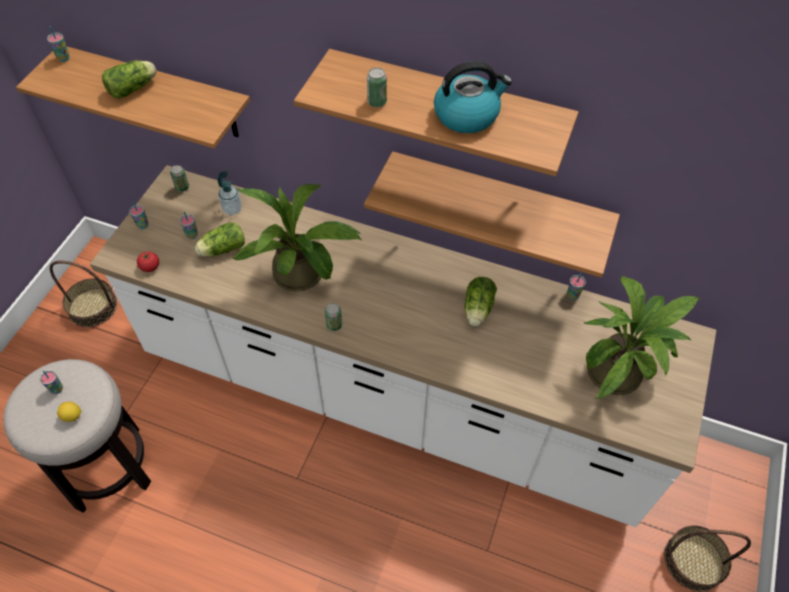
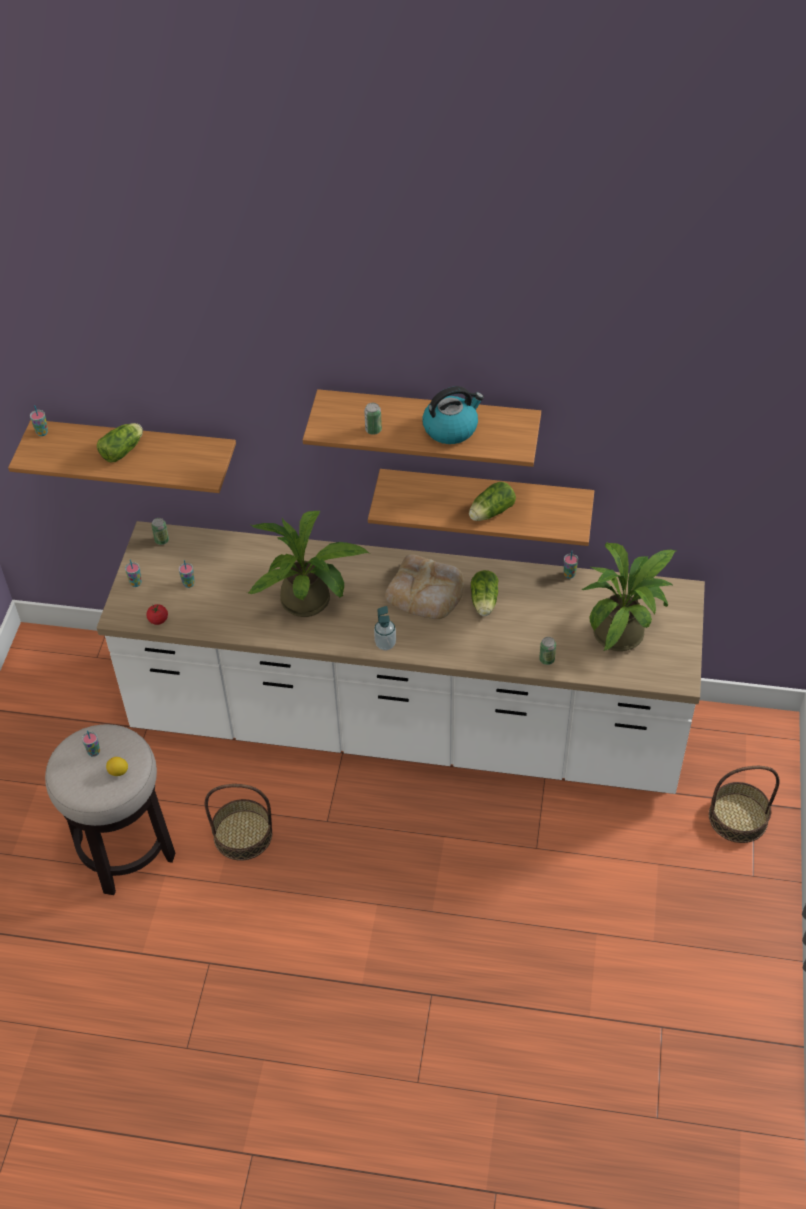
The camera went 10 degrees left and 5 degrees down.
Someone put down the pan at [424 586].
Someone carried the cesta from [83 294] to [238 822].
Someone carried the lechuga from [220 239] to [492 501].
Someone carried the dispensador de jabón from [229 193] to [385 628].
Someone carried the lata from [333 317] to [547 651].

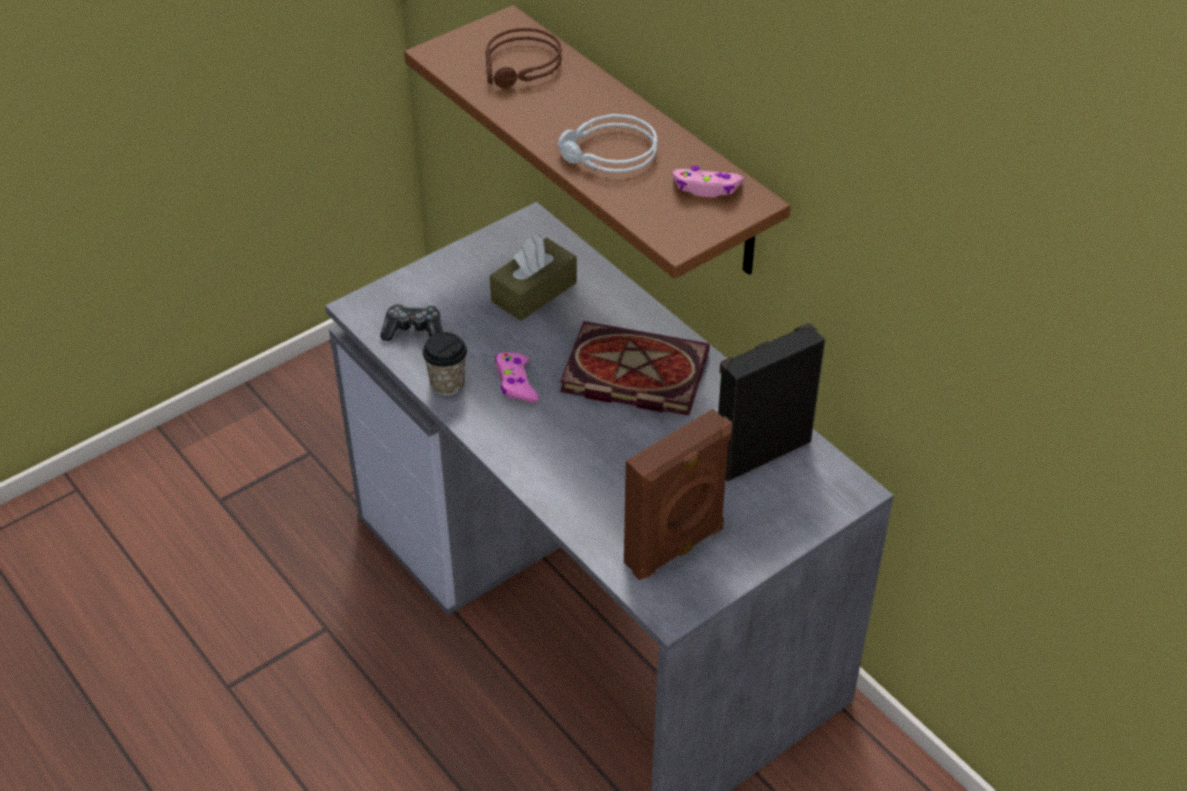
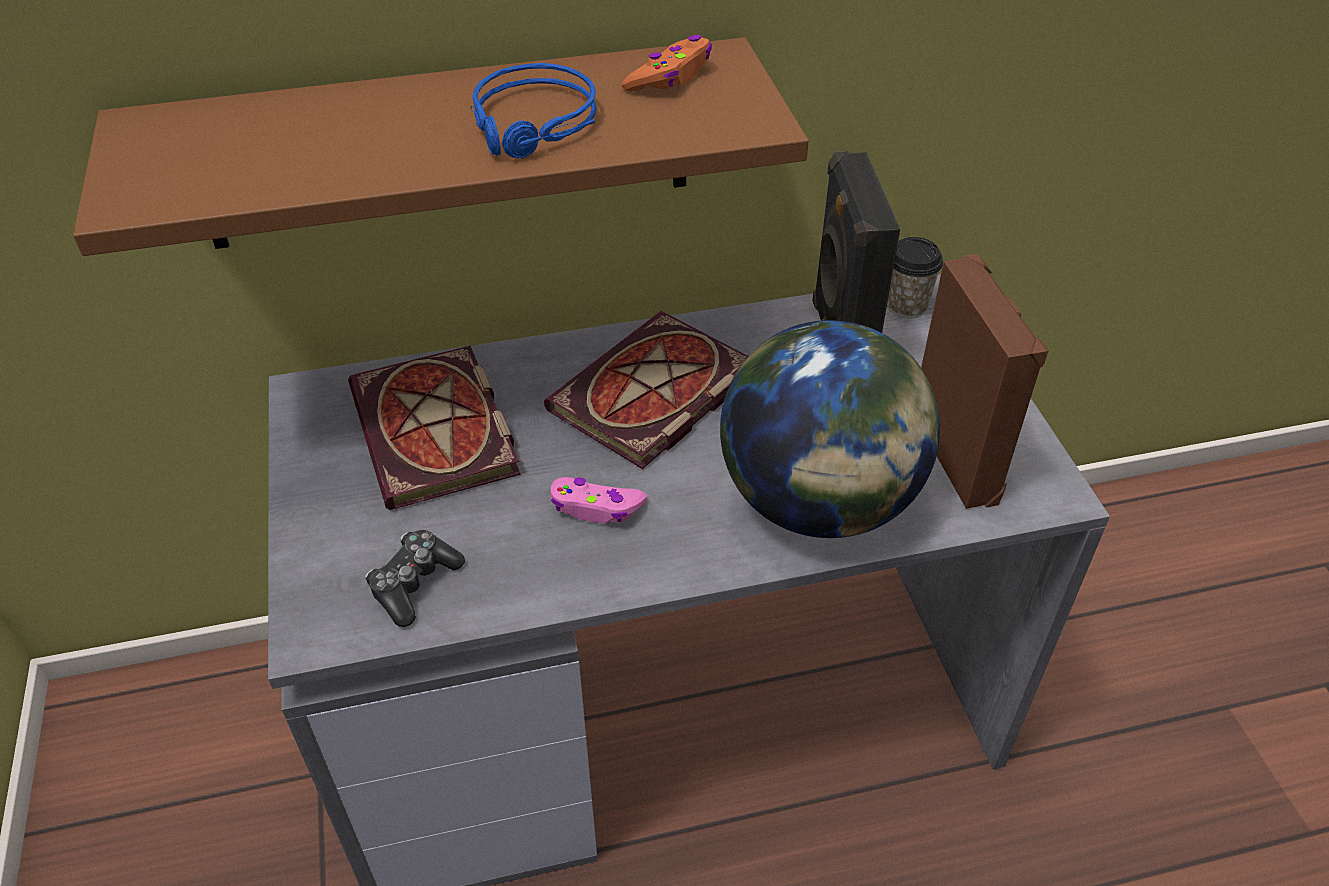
The camera went 65 degrees left and 0 degrees up.
Someone took away the auriculares/marrón at [523 58].
Someone put down the globo terráqueo at [830 429].
Someone carried the taza from [444 364] to [915 277].
Someone swapped the caja de pañuelos/marrón at [533 278] for the libro at [434 428].
Someone repainted the auriculares/gris at [607 143], which became the auriculares/azul at [534 111].
Someone repainted the mando de consola/rosa at [708 181], which became the mando de consola/naranja at [667 63].

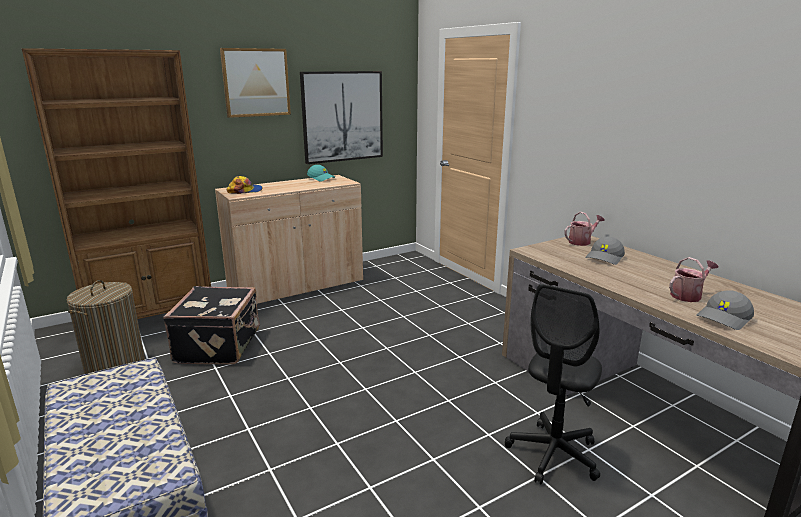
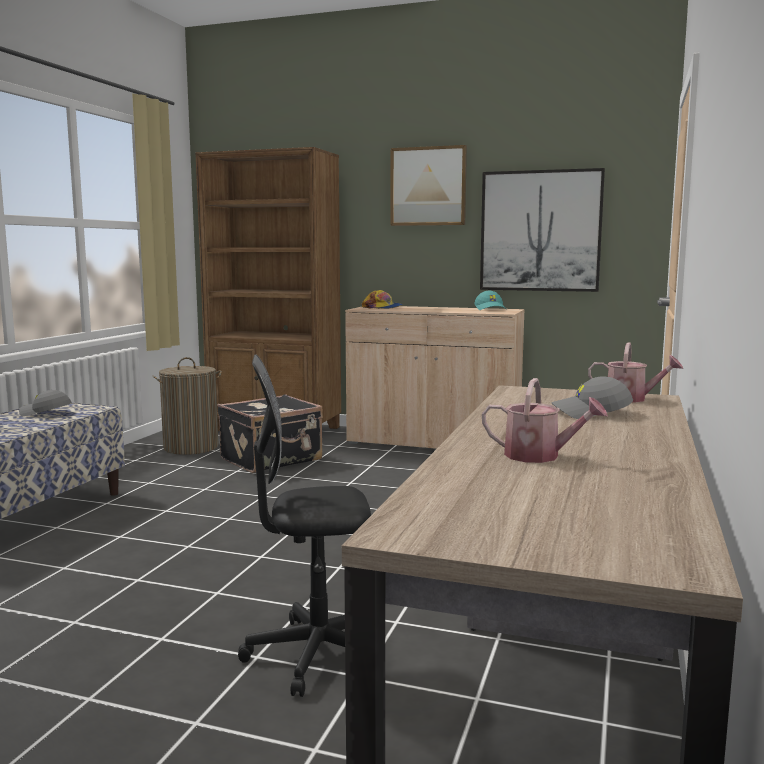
The camera went 50 degrees right and 10 degrees down.
Someone carried the gorra/gris from [725 310] to [45 403].

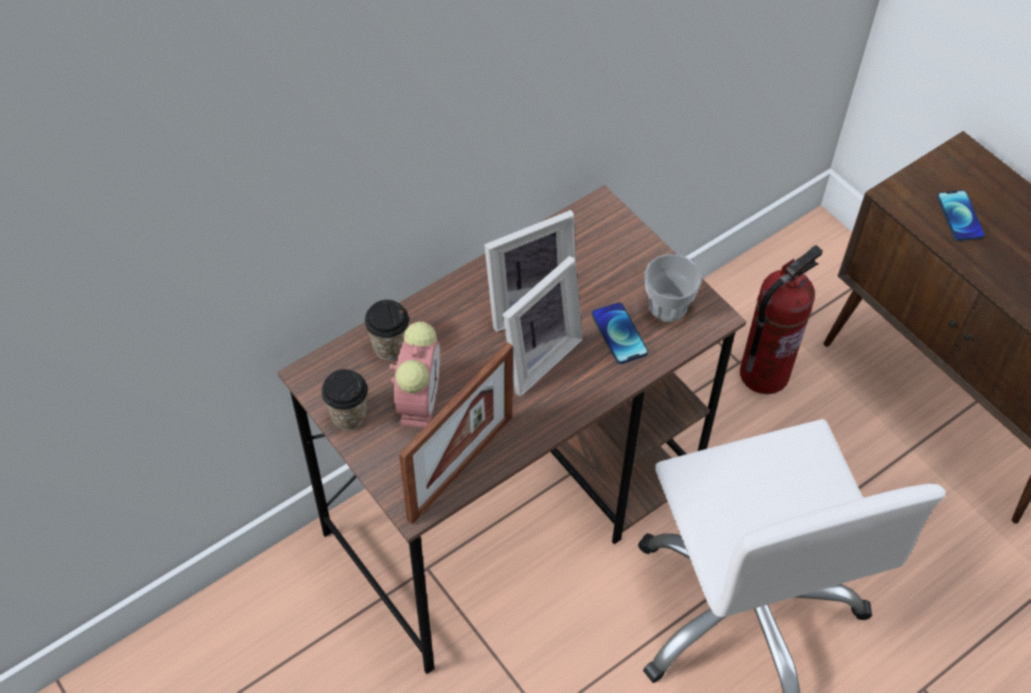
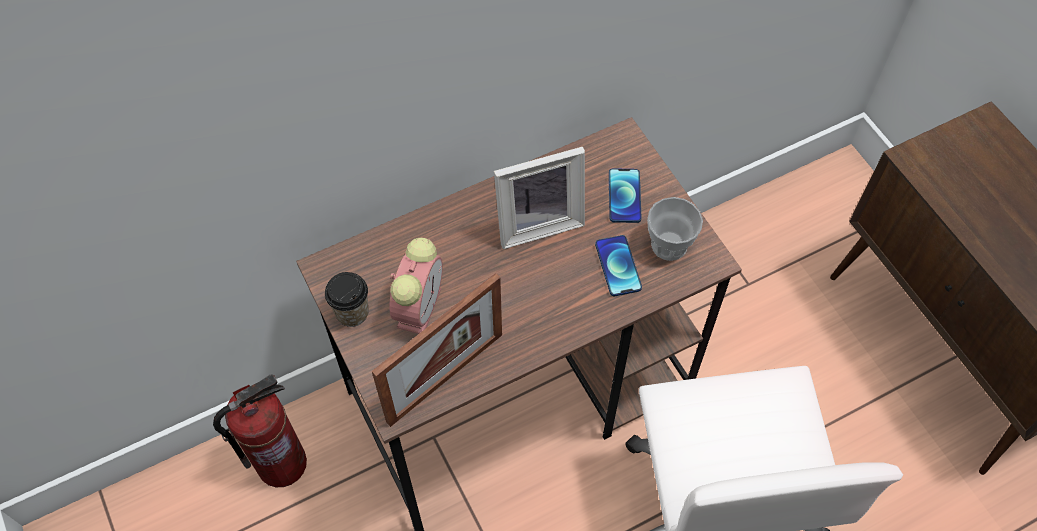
The camera went 10 degrees right and 5 degrees up.
Someone took away the taza at [386 330].
Someone took away the portarretratos at [543 326].
Someone carried the extintor from [781 319] to [260 430].
Someone carried the móvil from [961 215] to [625 195].

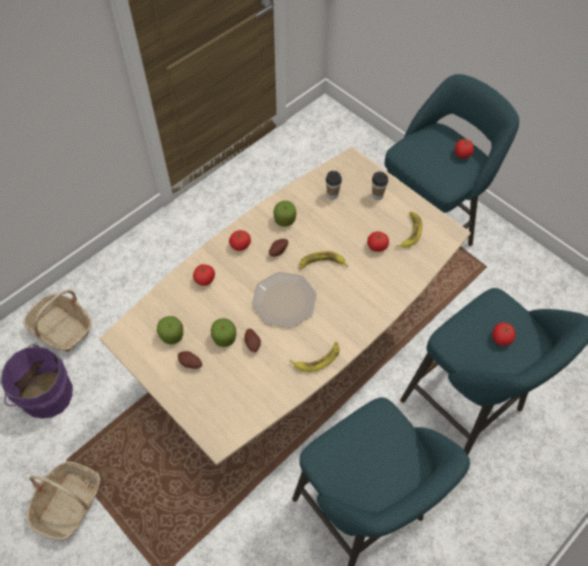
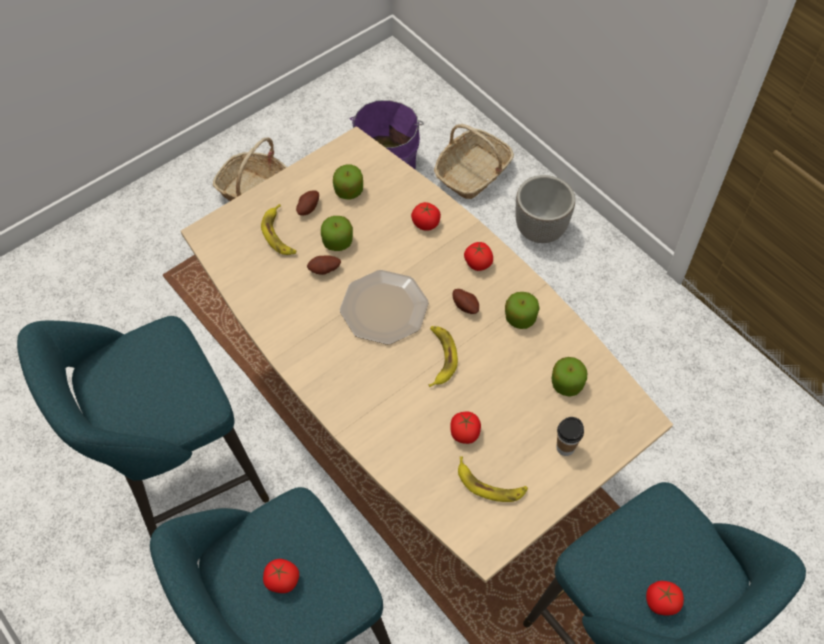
The camera went 95 degrees right and 0 degrees up.
Someone put down the maceta at [545 209].
Someone carried the plátano from [314 357] to [278 229].
Someone swapped the taza at [334 185] for the manzana at [569 377].

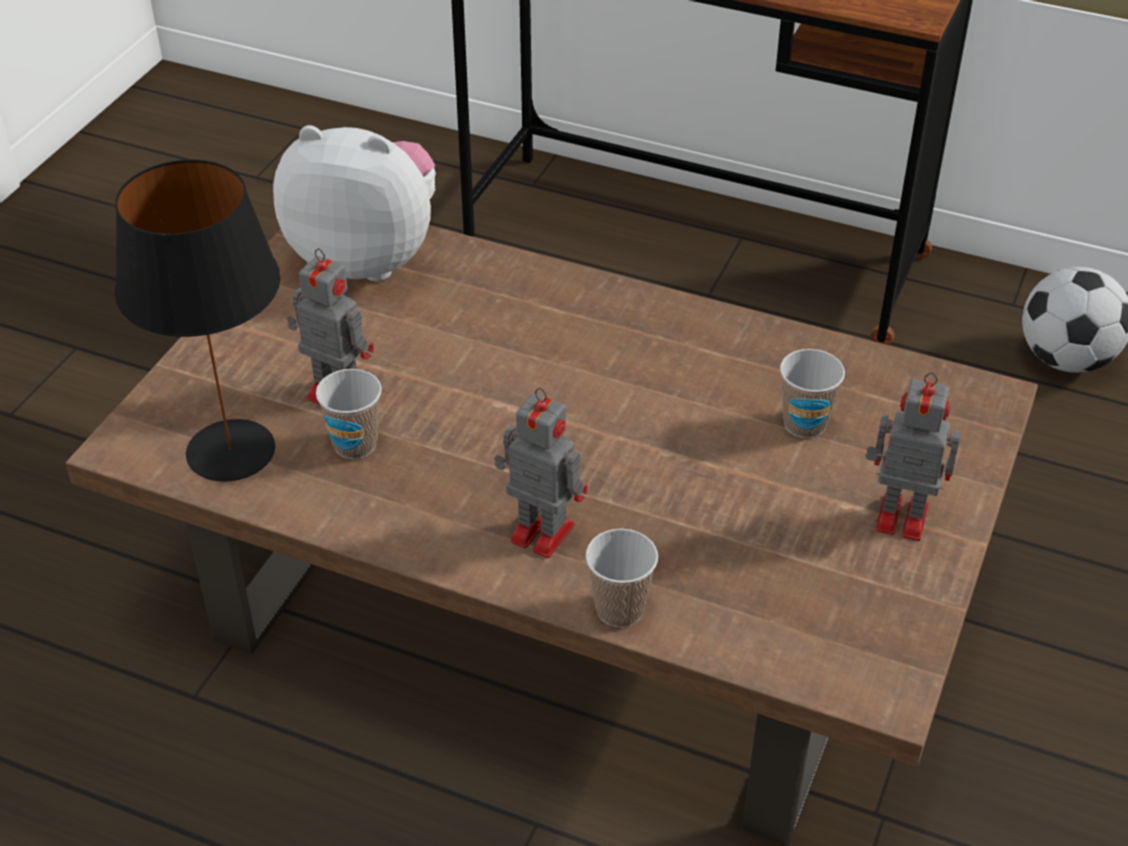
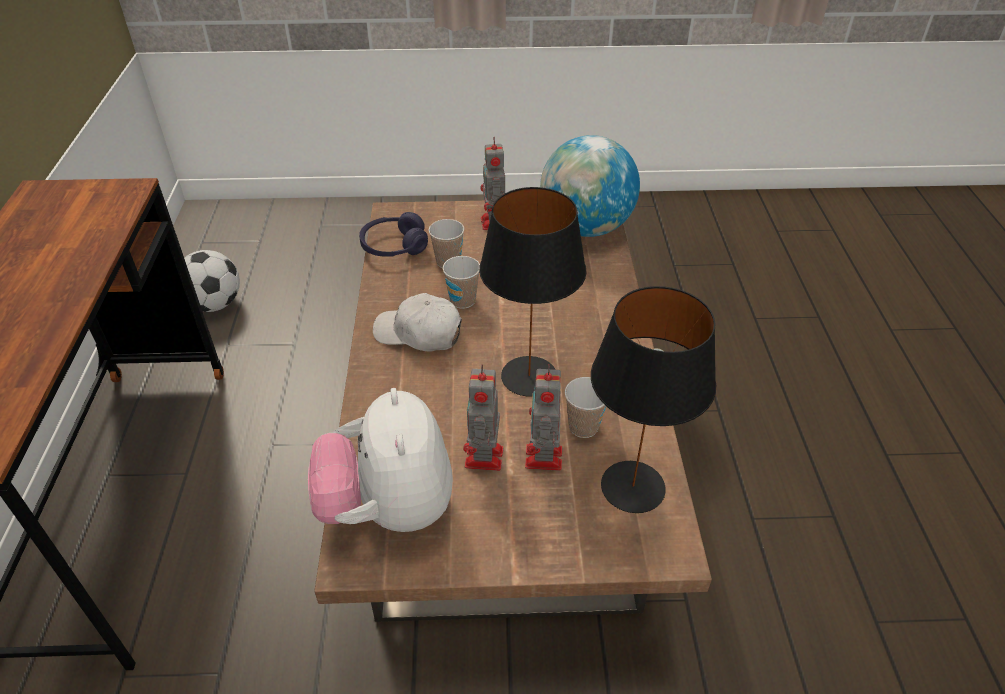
The camera went 115 degrees left and 0 degrees up.
Someone put down the auriculares/morado at [393 234].
Someone put down the gorra/blanco at [417 322].
Someone put down the lámpara de mesa/negro at [533 292].
Someone put down the globo terráqueo at [590 186].
Someone carried the robot de juguete from [541 473] to [483 417].
Someone carried the taza from [621 578] to [461 282].

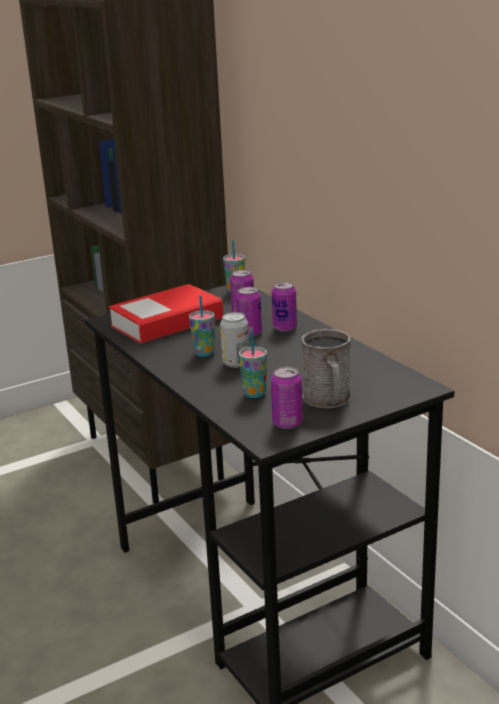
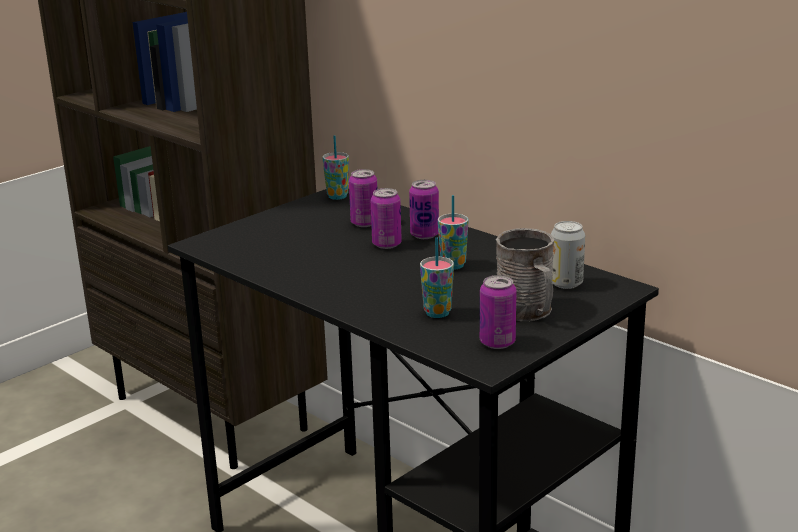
The camera went 15 degrees left and 0 degrees up.
Someone took away the libro at [166 314].
Someone carried the taza from [202 326] to [453 232].
Someone carried the lata from [234 340] to [568 255].

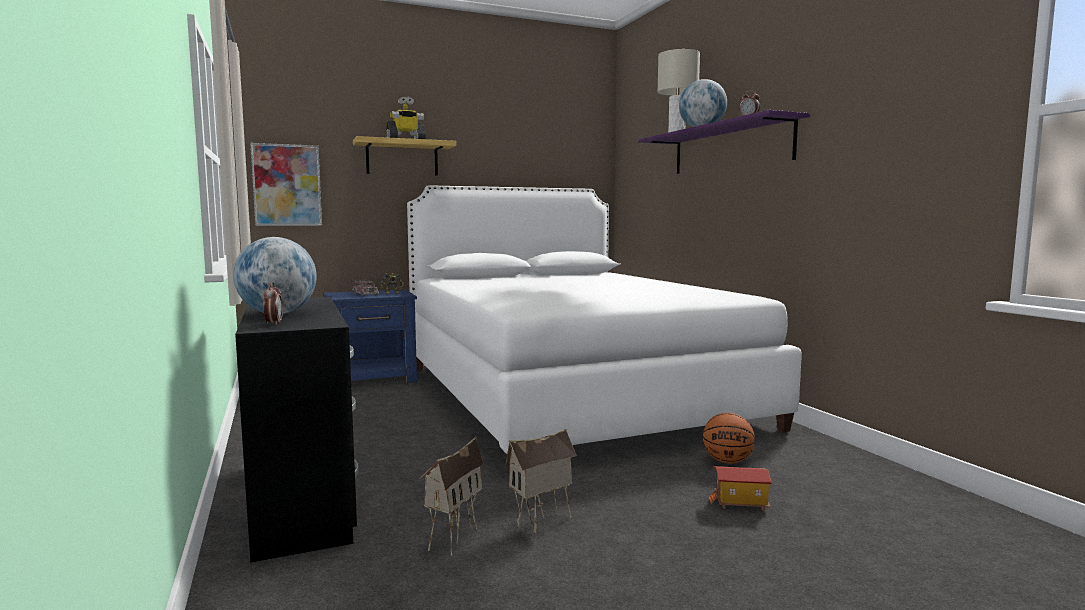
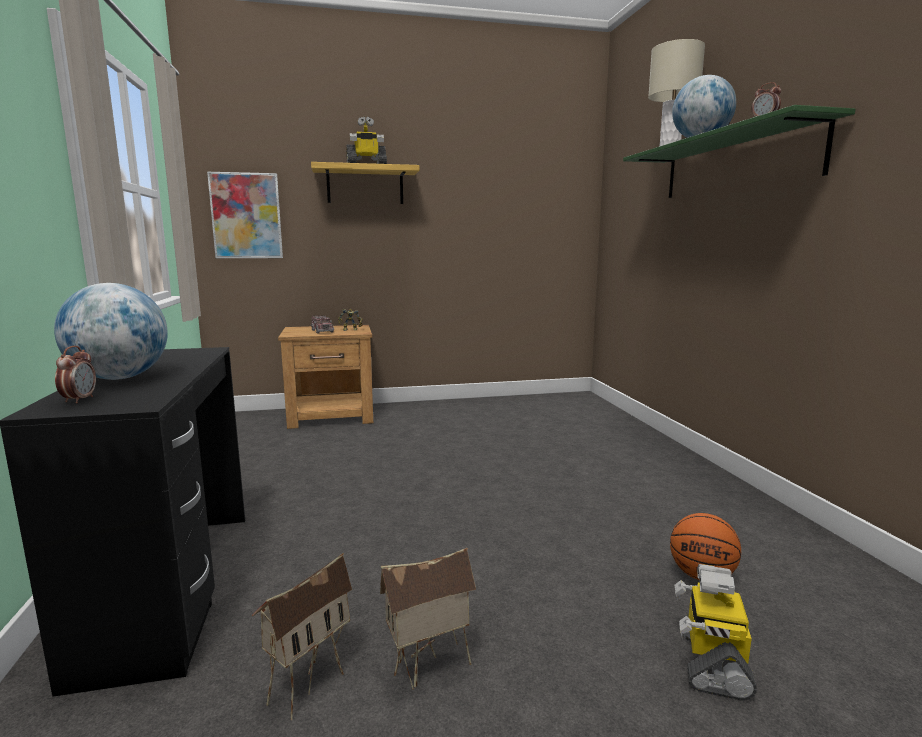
The camera went 10 degrees right and 5 degrees up.
Someone took away the cama/blanco at [604 329].
Someone swapped the casita at [740 488] for the robot de juguete at [716 632].
Someone repainted the mesita de noche/azul at [370 336], which became the mesita de noche/marrón at [325 377].
Someone repainted the estante/morado at [724 142], which became the estante/verde at [739 151].

